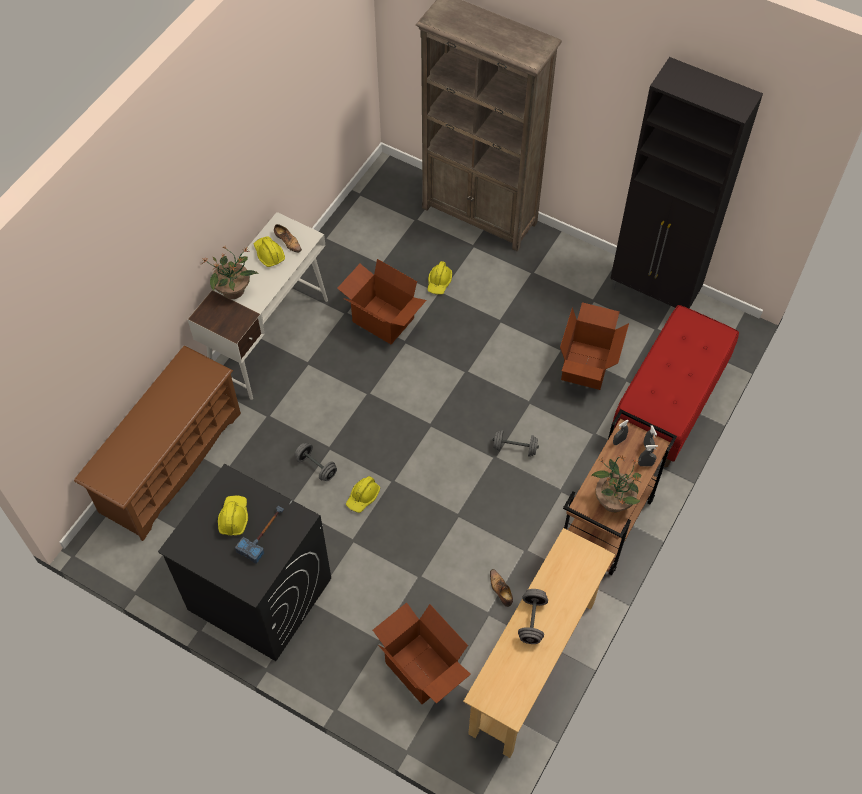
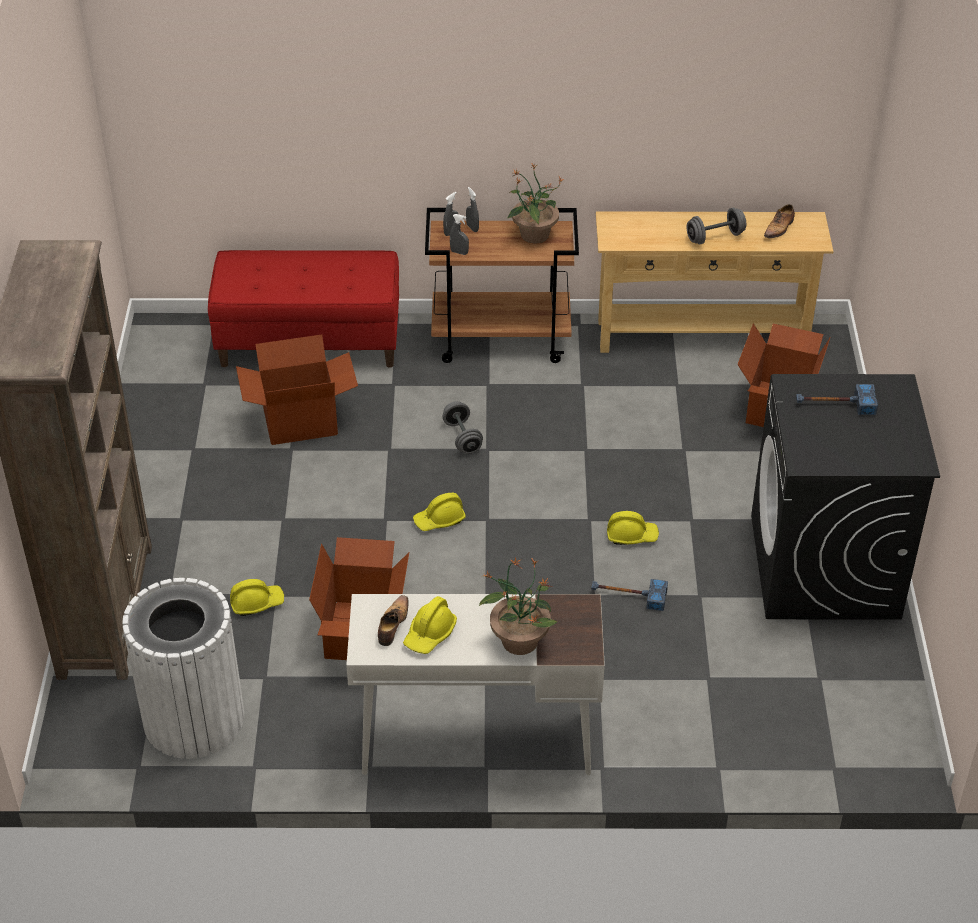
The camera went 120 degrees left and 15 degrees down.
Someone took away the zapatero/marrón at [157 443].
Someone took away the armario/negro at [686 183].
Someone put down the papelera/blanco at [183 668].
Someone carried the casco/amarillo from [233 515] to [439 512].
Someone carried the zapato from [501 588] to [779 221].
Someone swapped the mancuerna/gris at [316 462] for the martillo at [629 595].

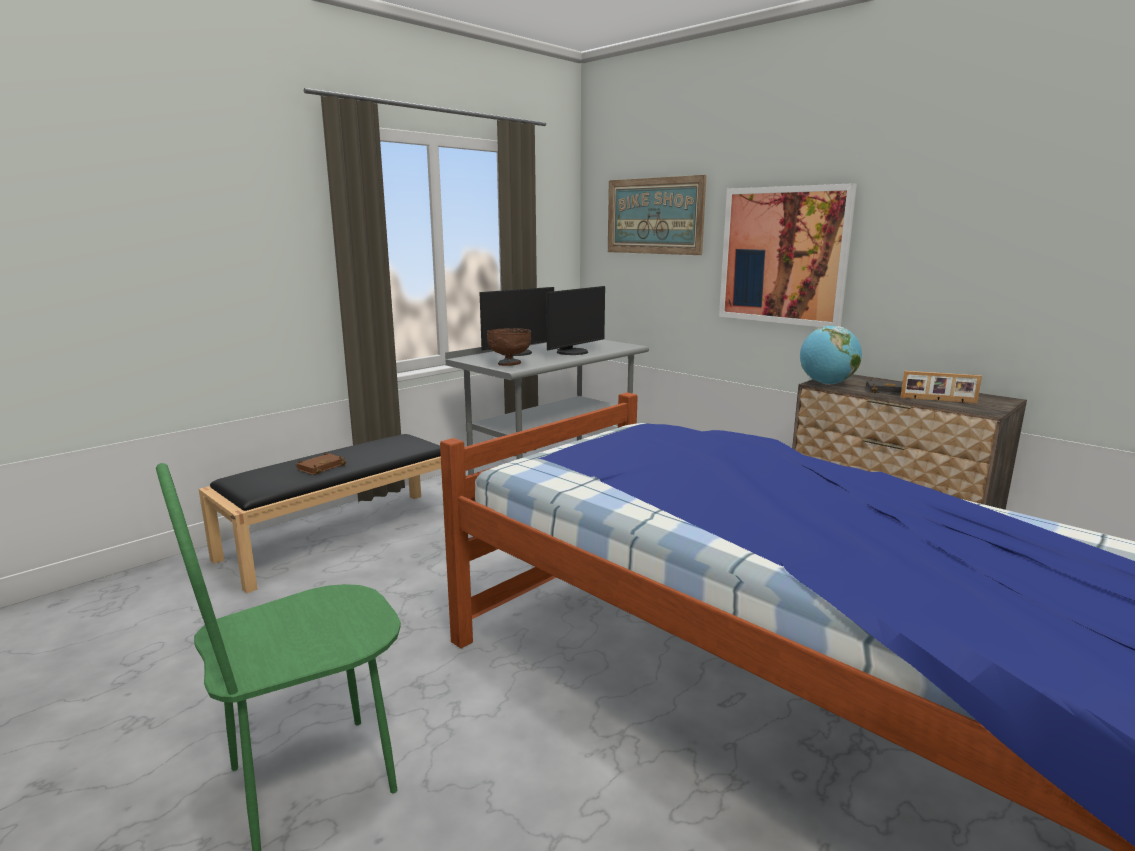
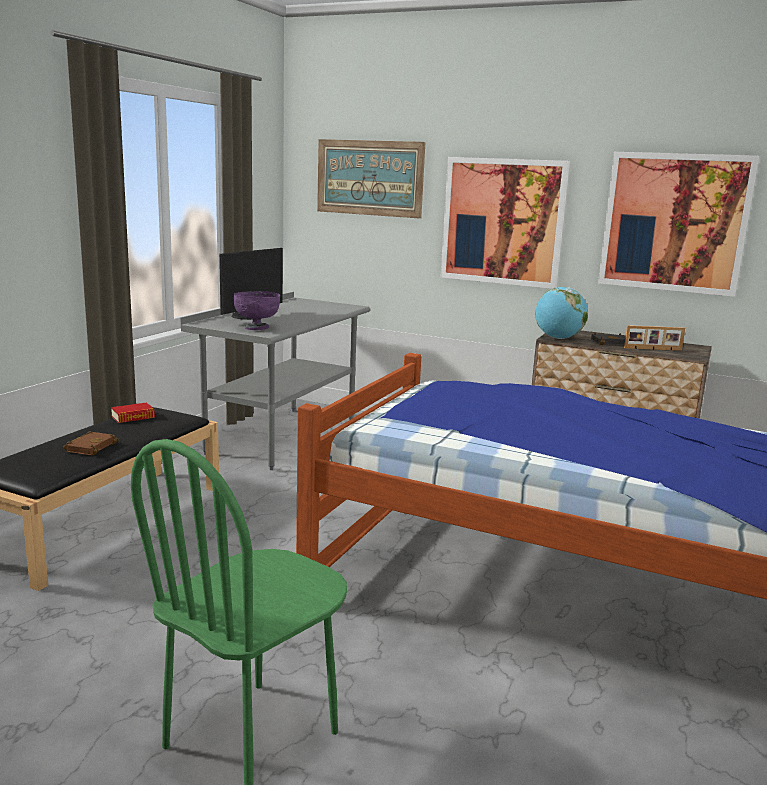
The camera went 20 degrees left and 0 degrees up.
Someone took away the monitor at [575 320].
Someone put down the libro at [133 412].
Someone put up the cuadro at [678 224].
Someone repainted the cuenco/marrón at [509 347], which became the cuenco/morado at [257 310].

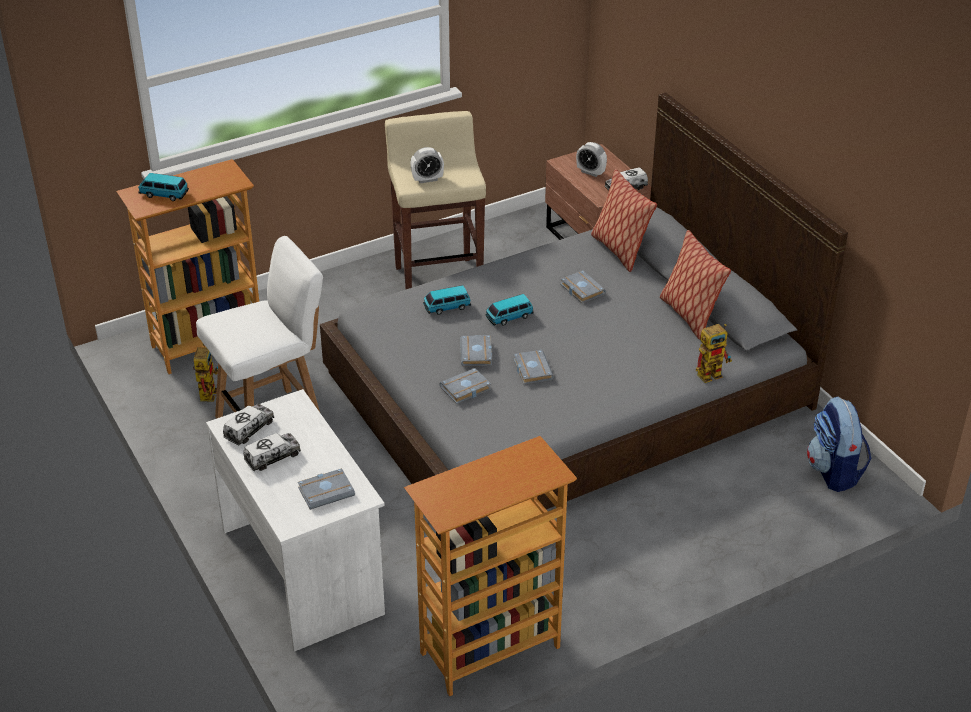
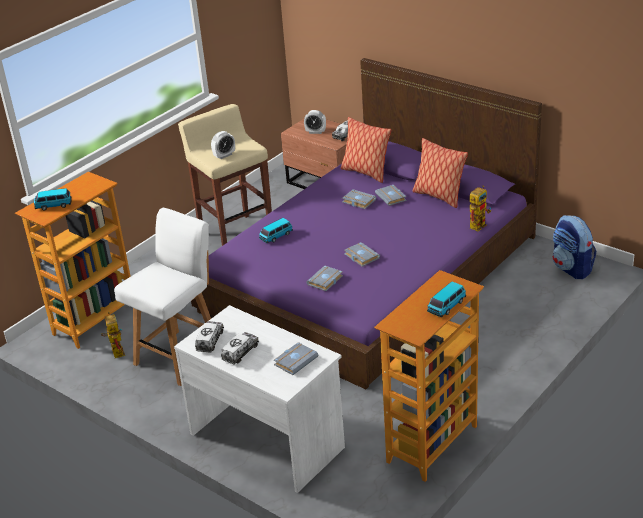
The camera went 20 degrees left and 5 degrees down.
Someone carried the libro/gris from [476 350] to [390 195].
Someone carried the coche de juguete from [509 310] to [446 299].
Someone repainted the cama/gris at [584 300], which became the cama/morado at [366 223].

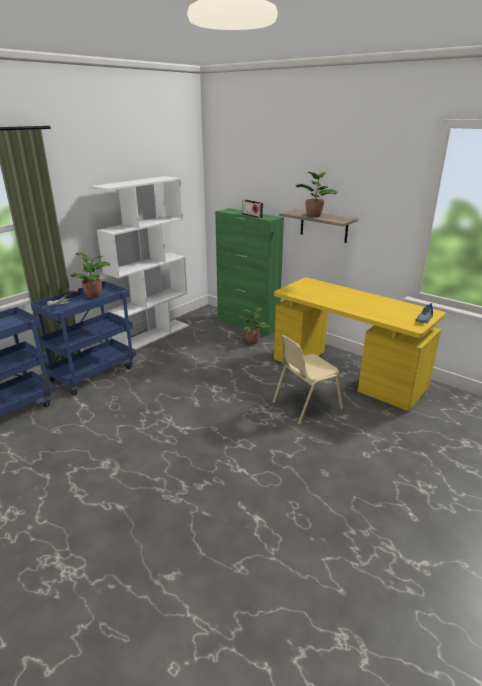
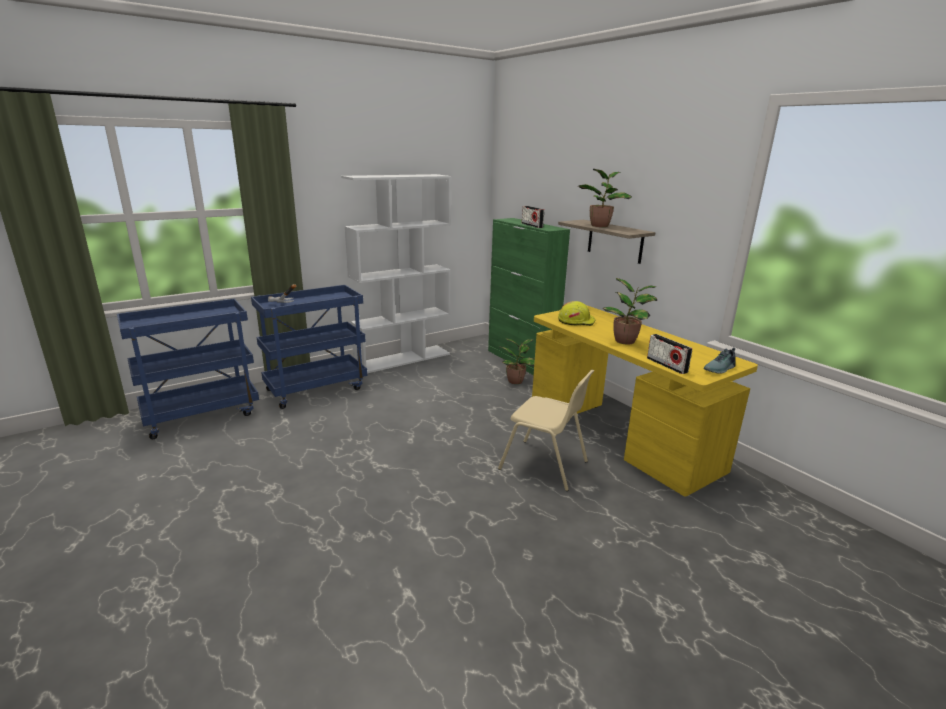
The camera went 15 degrees right and 5 degrees down.
Someone put down the casco/amarillo at [577 313].
Someone put down the radio at [670 354].
Someone carried the planta en maceta from [90 275] to [630 311].
Someone rotated the silla/beis at [307 380] by 135 degrees counterclockwise.

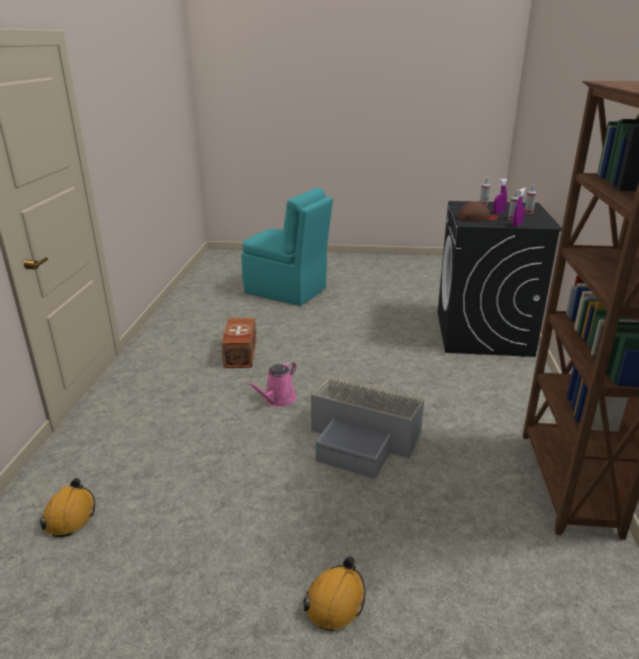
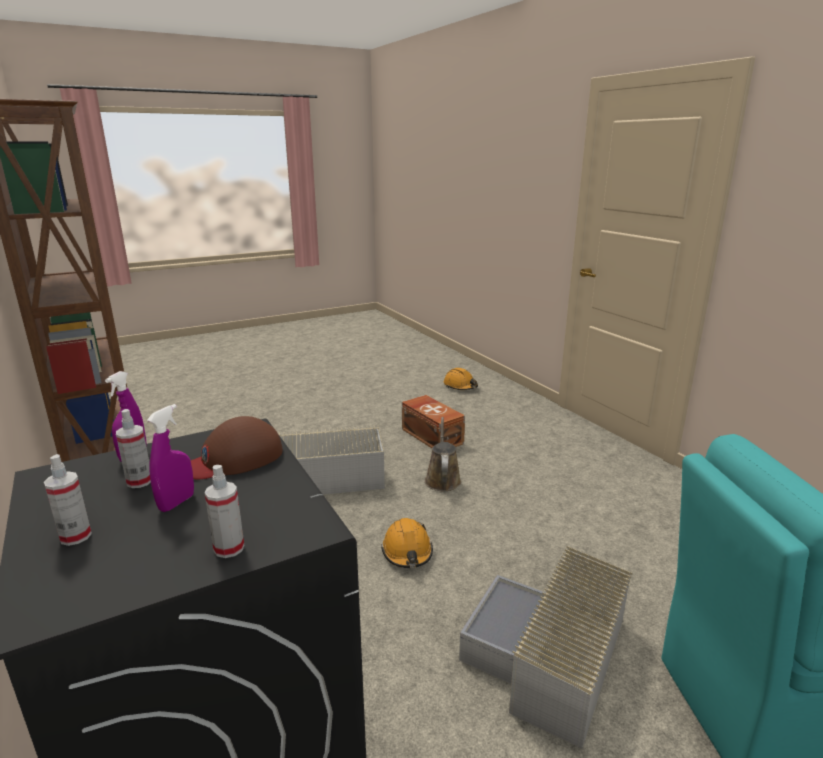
The camera went 145 degrees right and 5 degrees down.
Someone put down the caja de almacenaje/gris at [545 647].
Someone carried the caja de almacenaje/marrón from [238 343] to [433 421].
Someone carried the casco/naranja from [334 593] to [407 543].
Someone repainted the regadera/rosa at [271 384], which became the regadera/marrón at [443 454].

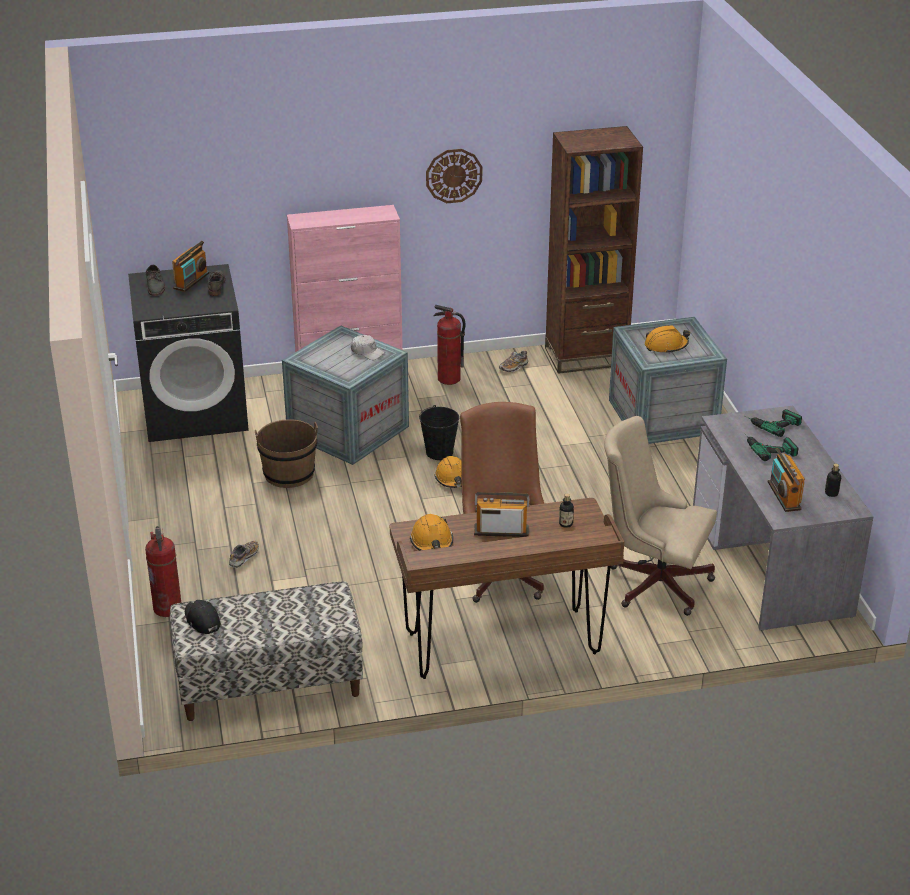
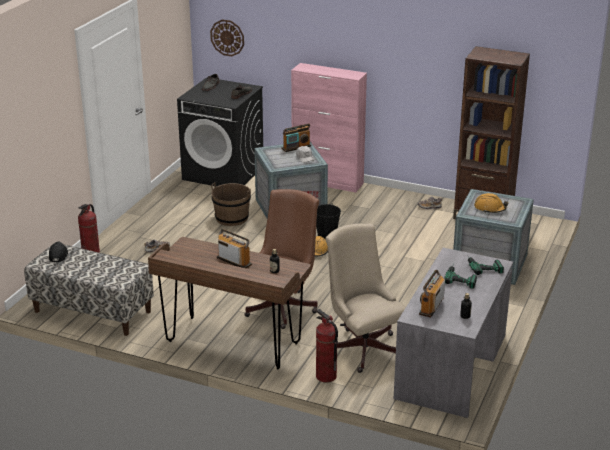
The camera went 35 degrees right and 5 degrees down.
Someone took away the casco/naranja at [431 532].
Someone carried the radio from [190 266] to [296 138].
Someone carried the reloj de pared from [454 176] to [227 37].
Someone carried the extintor from [450 345] to [327 346].

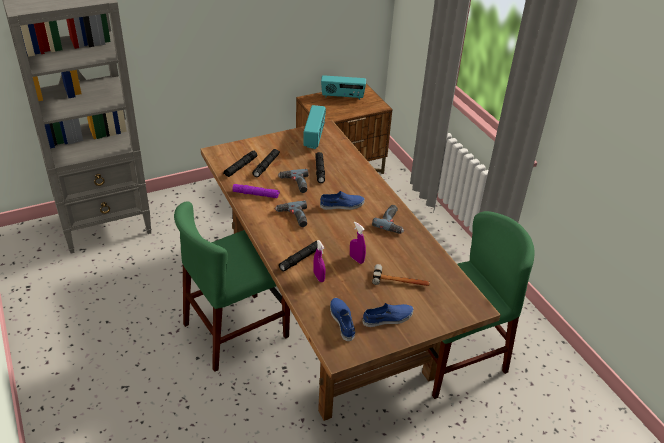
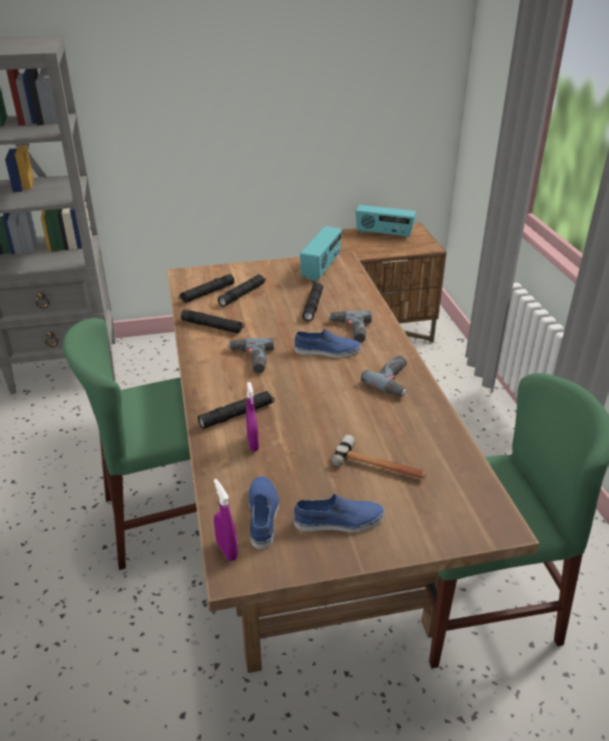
The camera went 15 degrees right and 5 degrees down.
Someone carried the taladro from [293 181] to [350 327].
Someone carried the pulverizador/morado from [358 242] to [226 520].
Someone repainted the linterna/morado at [256 191], which became the linterna/negro at [212 321].

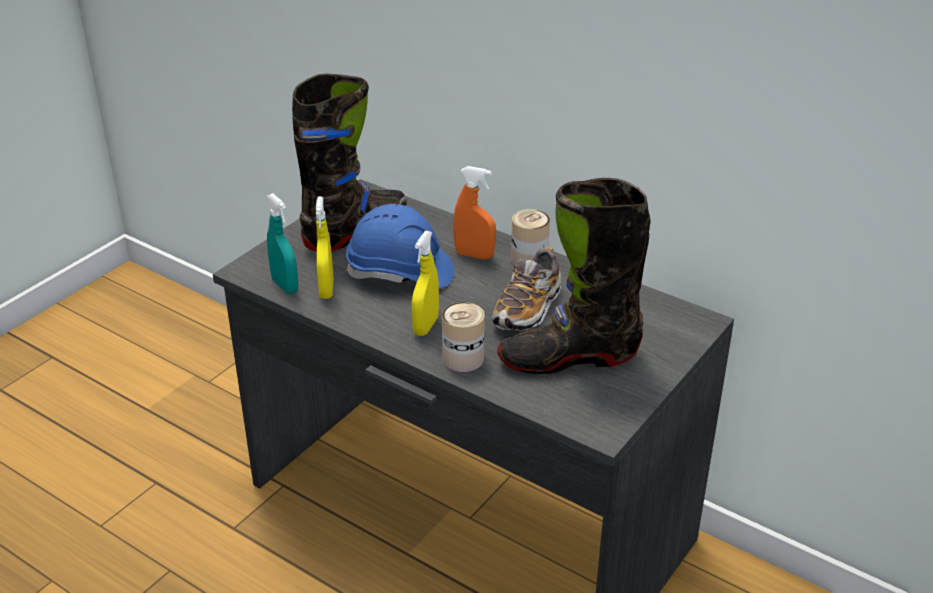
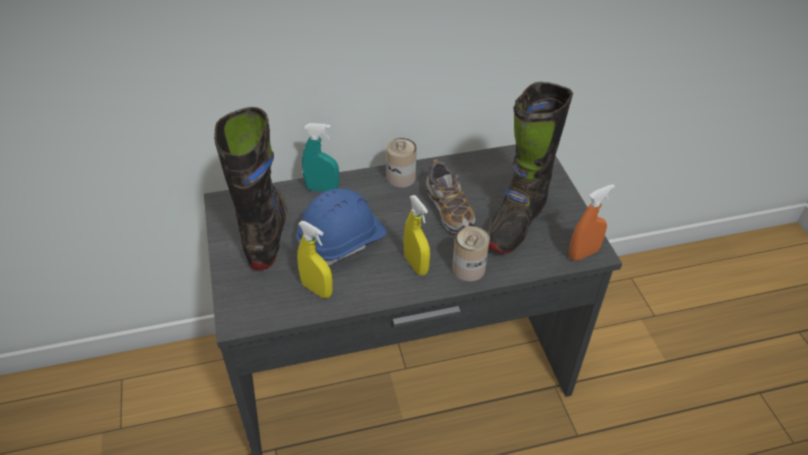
The camera went 50 degrees left and 10 degrees up.
Someone carried the pulverizador/turquesa from [282 243] to [320 157].
Someone carried the pulverizador/naranja from [474 212] to [592 222].

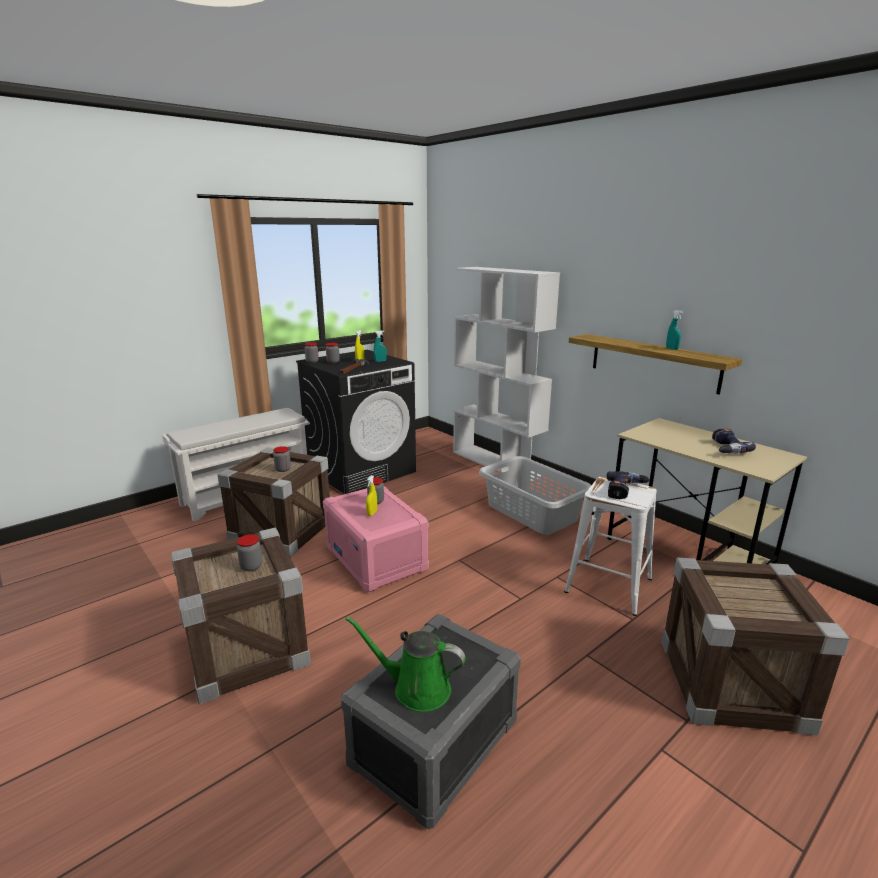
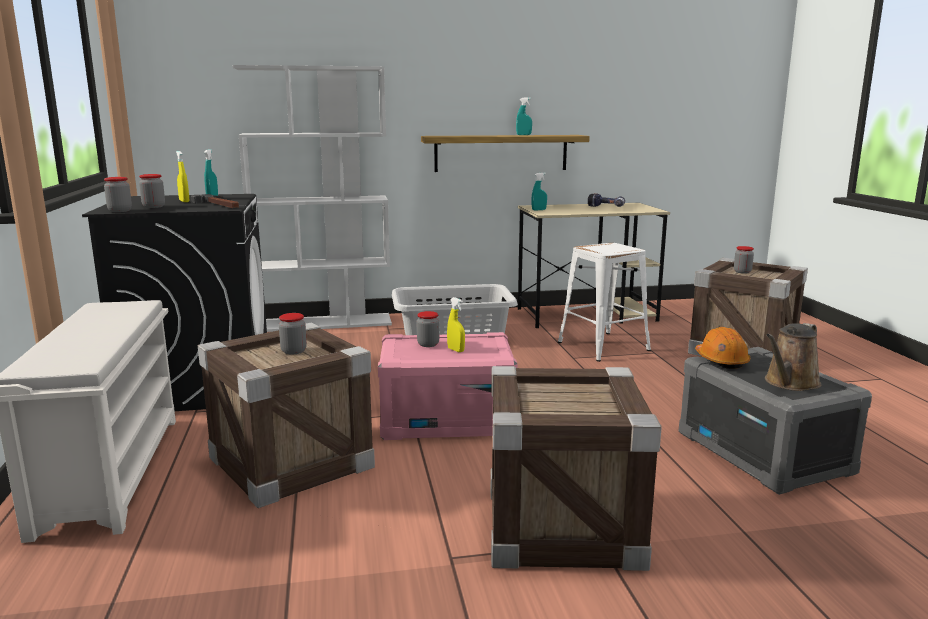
The camera went 60 degrees left and 5 degrees down.
Someone took away the taladro at [628 485].
Someone put down the pulverizador/turquesa at [539 192].
Someone put down the casco/naranja at [722 348].
Someone carried the tarro from [249 552] to [744 260].
Someone repainted the regadera/verde at [405 664], which became the regadera/marrón at [793 357].

